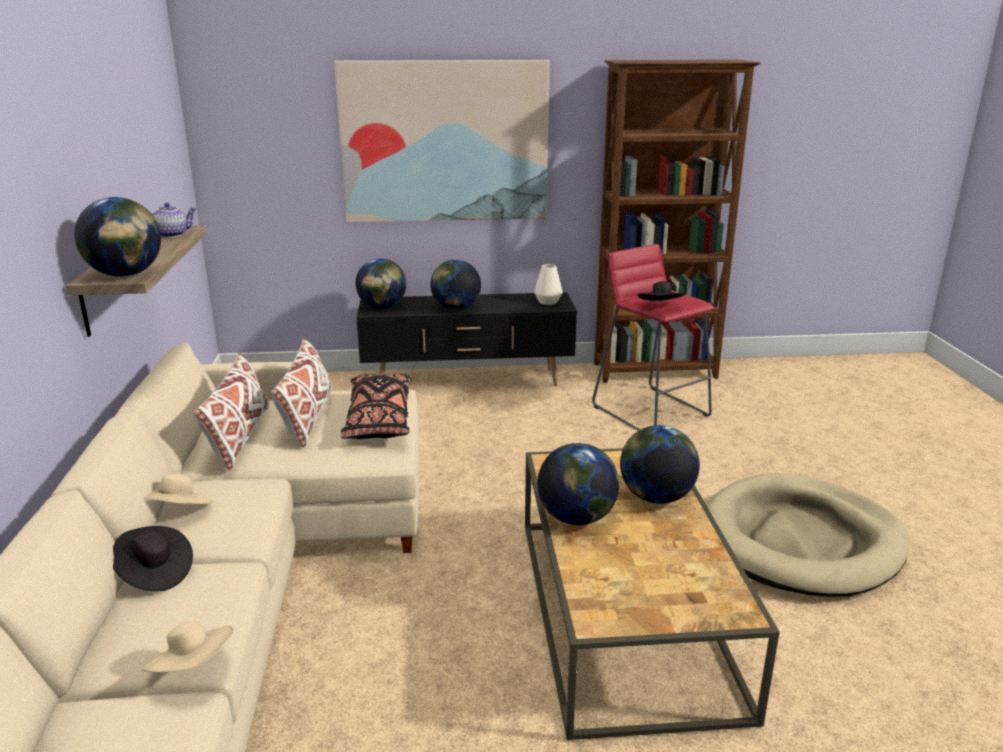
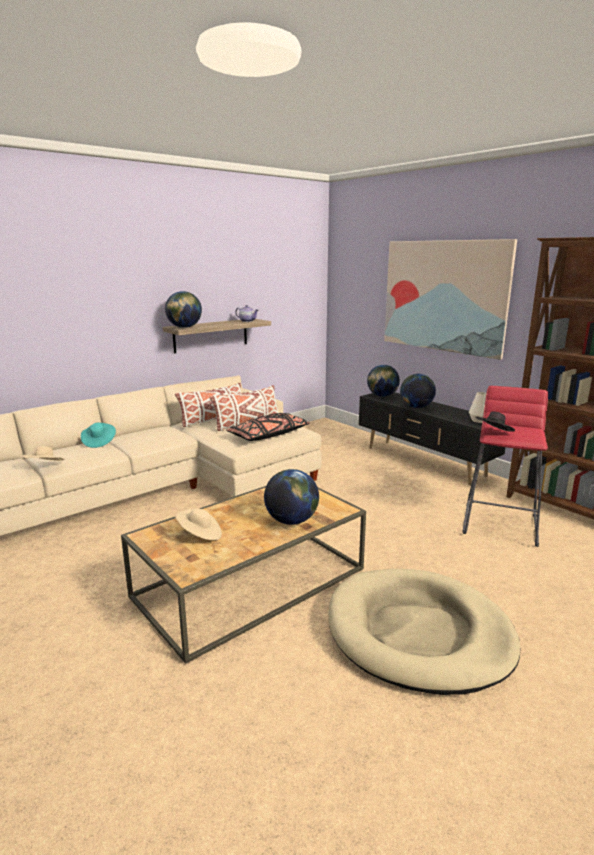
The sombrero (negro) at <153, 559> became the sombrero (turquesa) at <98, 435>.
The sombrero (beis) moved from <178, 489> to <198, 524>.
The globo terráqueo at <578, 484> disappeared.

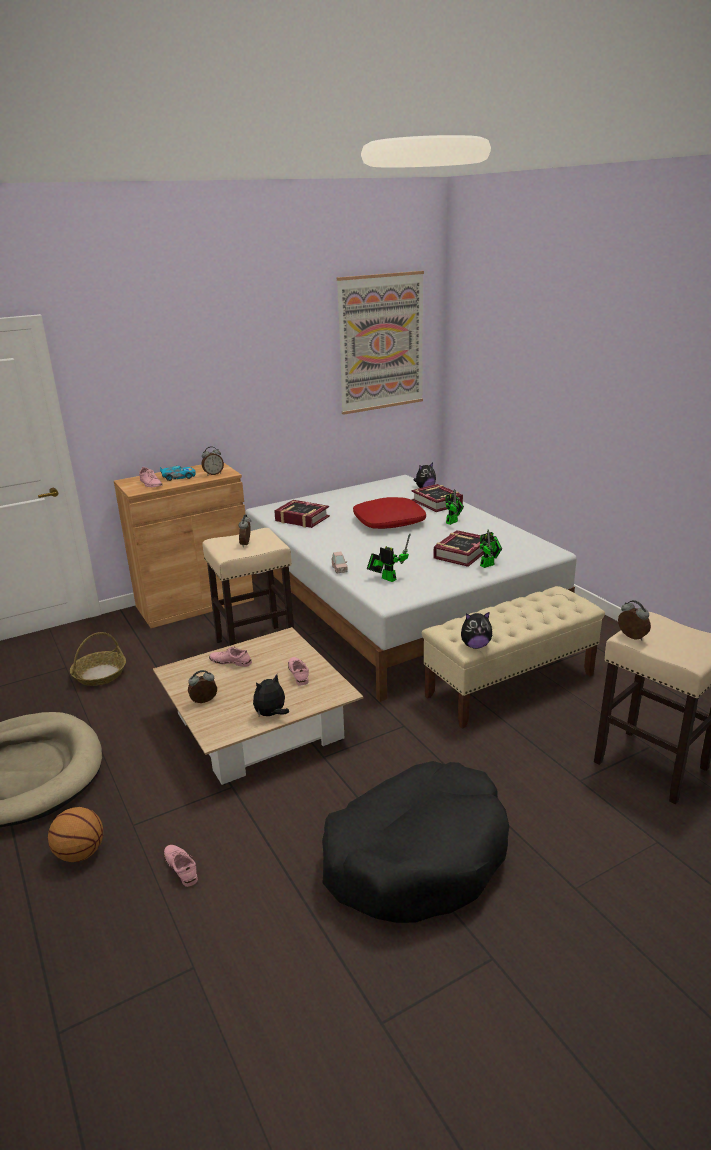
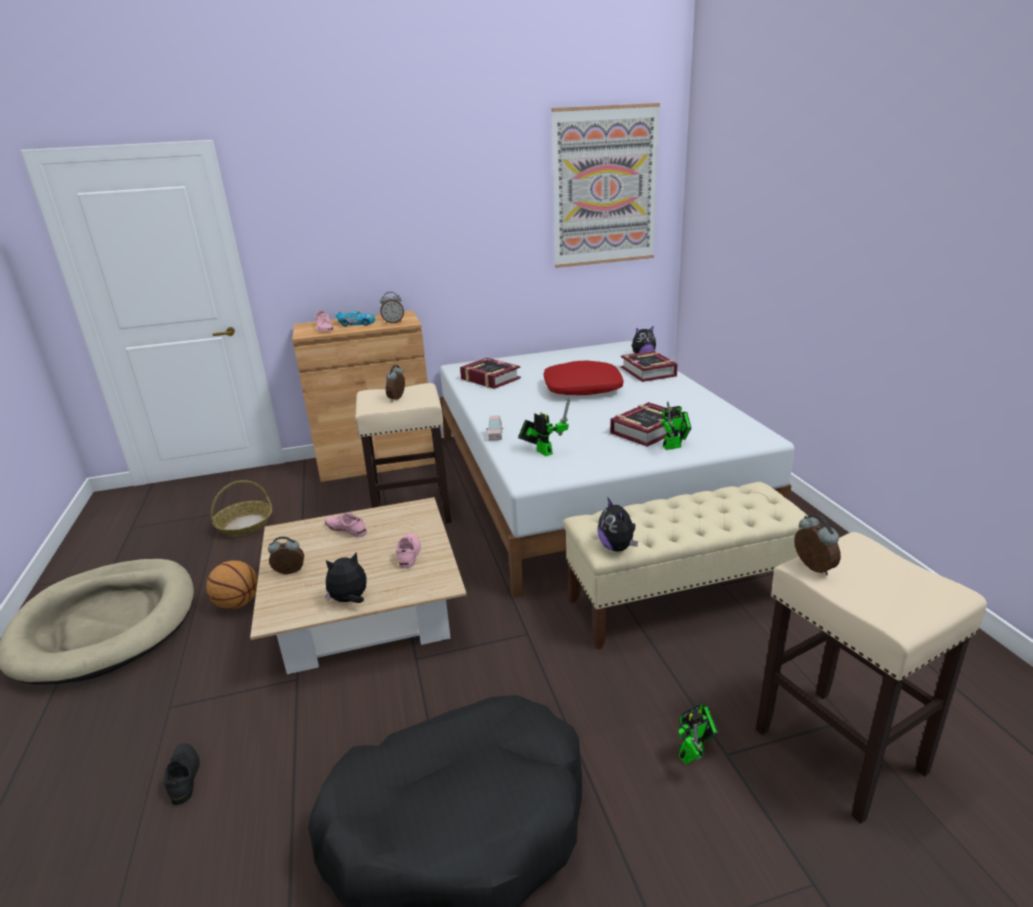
The balón de baloncesto moved from <75, 834> to <232, 584>.
The zapato (rosa) at <181, 866> became the zapato (negro) at <182, 774>.
The robot de juguete moved from <455, 507> to <699, 734>.
The peluche at <476, 630> turned 60 degrees clockwise.

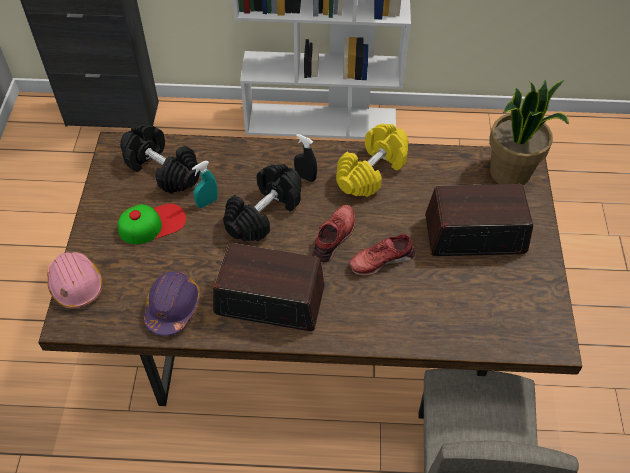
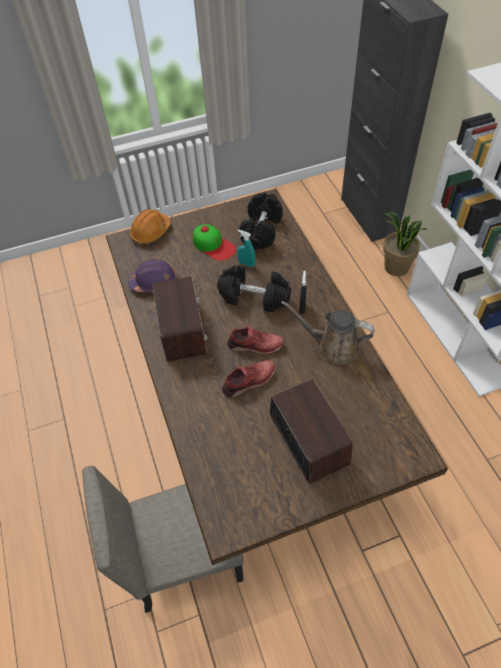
The casco (rosa) at <75, 280> became the casco (naranja) at <150, 226>.
The mancuerna (amarillo) at <372, 160> was replaced by the regadera (marrón) at <328, 332>.
The zapato (rojo) at <382, 255> turned 105 degrees clockwise.
The planta en maceta moved from <529, 132> to <406, 244>.

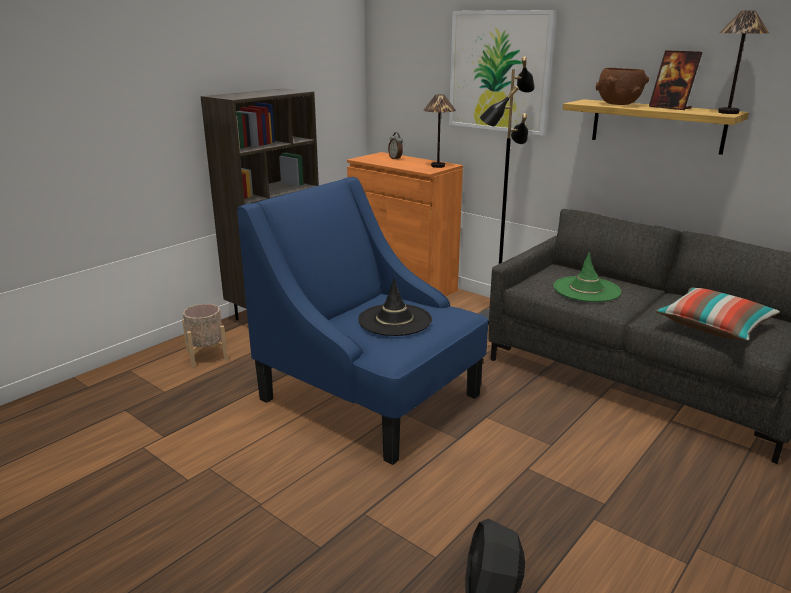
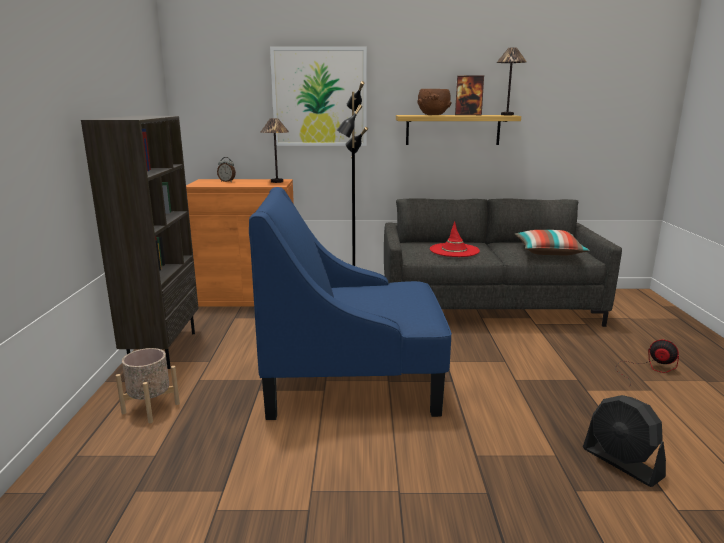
The sombrero (negro) at <395, 307> disappeared.
The sombrero (verde) at <587, 277> became the sombrero (rojo) at <455, 239>.
The ventilador at <647, 363> appeared.

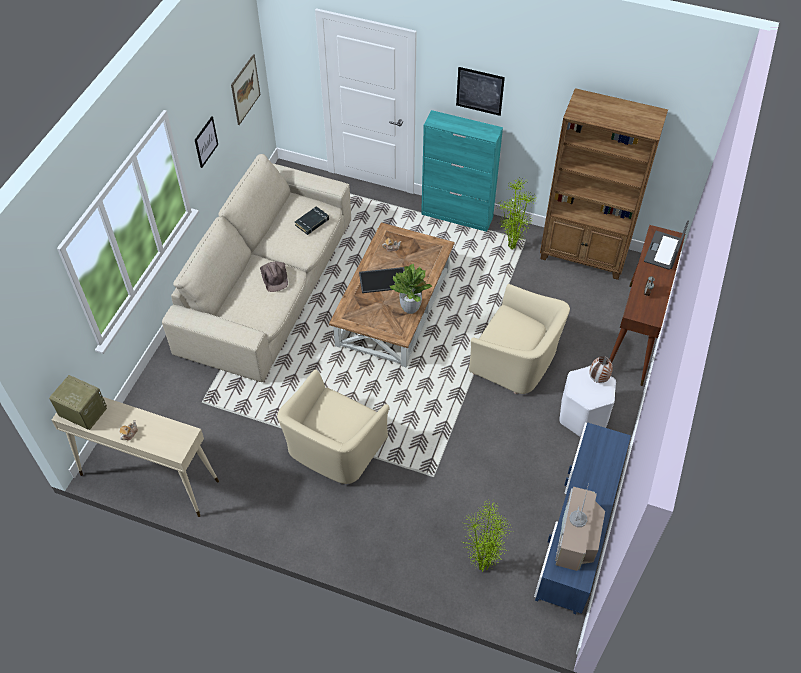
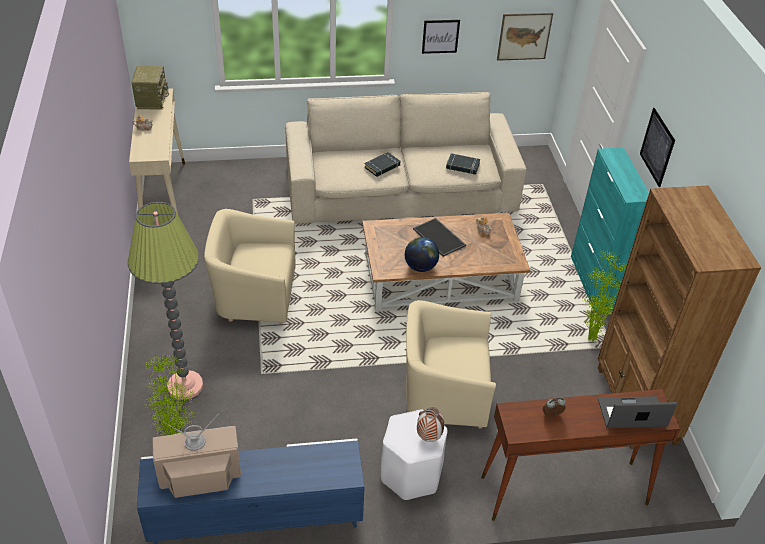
The sombrero (marrón) at <274, 277> was replaced by the libro (negro) at <382, 164>.
The planta en maceta at <411, 289> was replaced by the globo terráqueo at <422, 254>.
The sillón (beis) at <519, 339> turned 90 degrees clockwise.
The lámpara de pie at <165, 301> appeared.

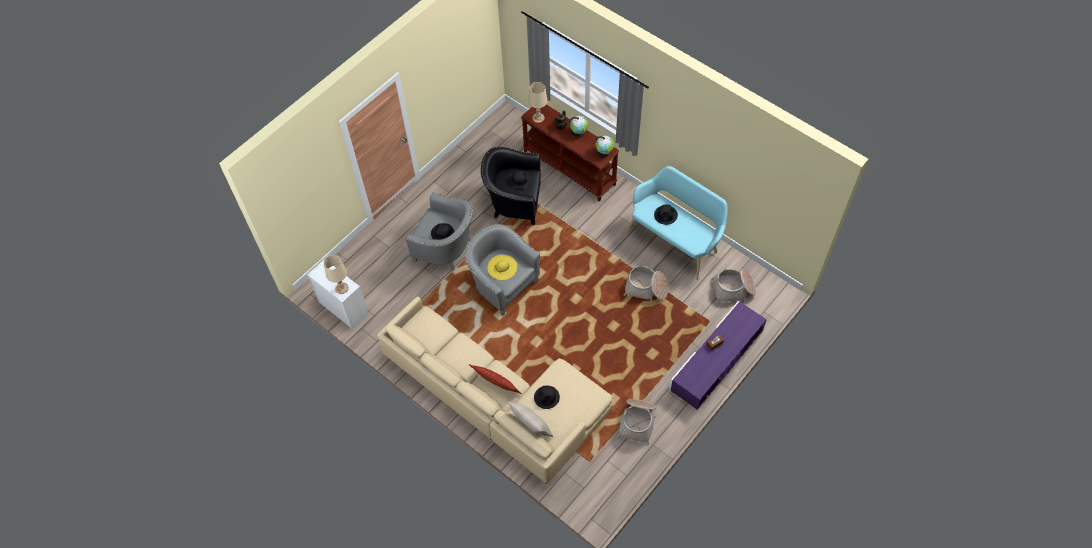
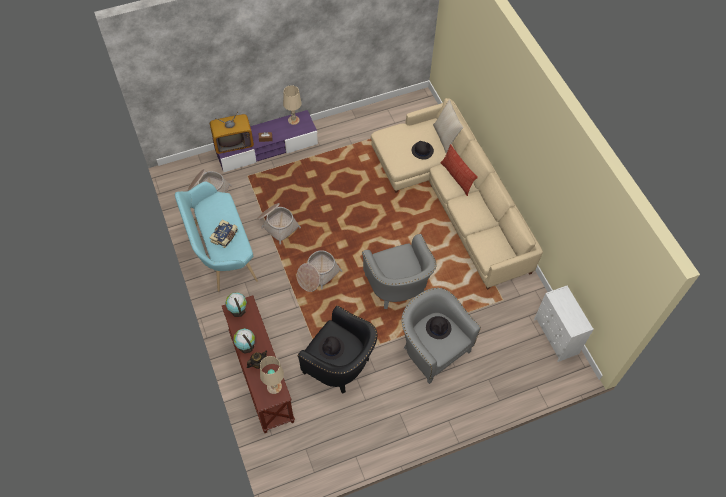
The lámpara de mesa (beis) moved from <336, 274> to <292, 105>.
The sombrero (amarillo) at <502, 267> disappeared.
The cesta moved from <636, 422> to <319, 271>.
The sombrero (negro) at <666, 214> was replaced by the libro at <224, 234>.
The televisor at <232, 133> appeared.

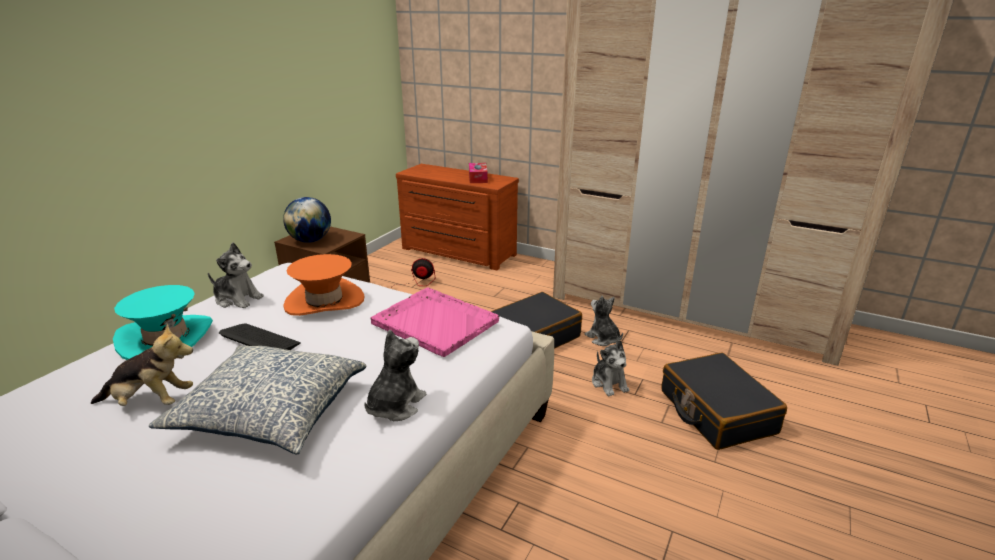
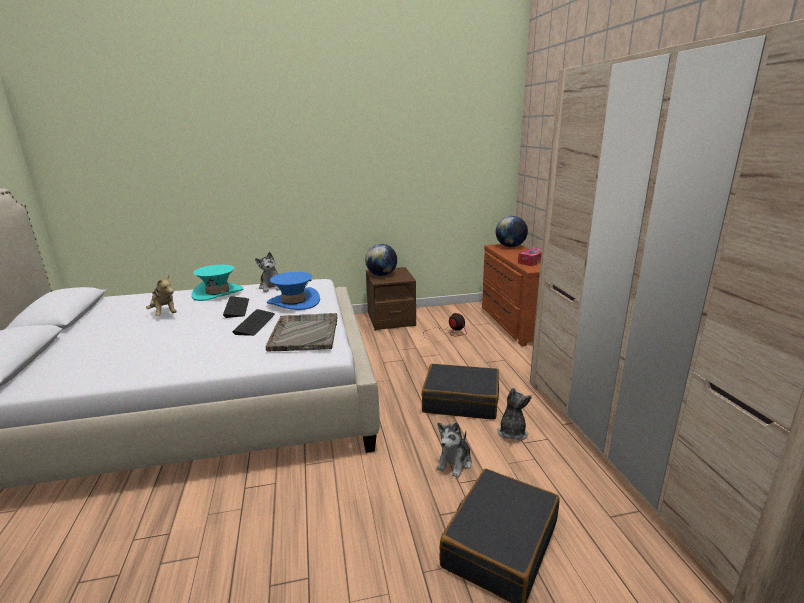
The cojín at <258, 400> disappeared.
The sombrero (naranja) at <324, 285> became the sombrero (azul) at <293, 291>.
The peluche at <395, 375> disappeared.
The bandeja (rosa) at <434, 322> became the bandeja (gris) at <301, 332>.
The teclado at <253, 322> appeared.
The globo terráqueo at <512, 231> appeared.

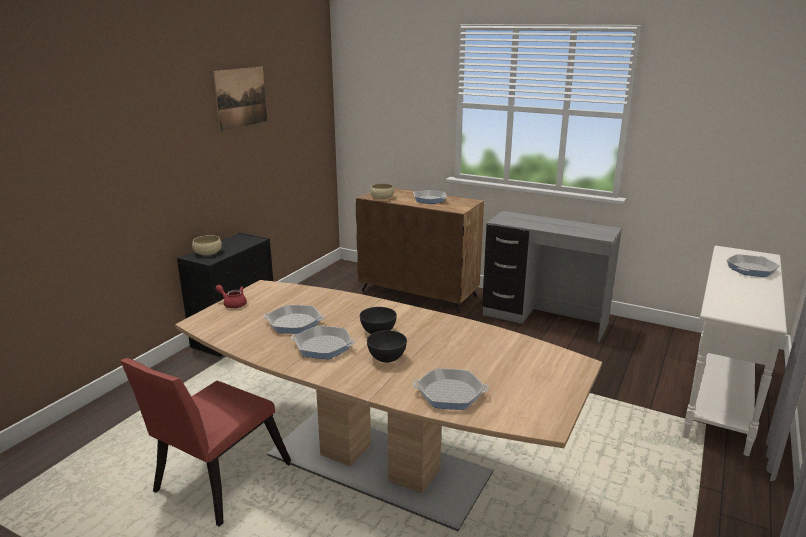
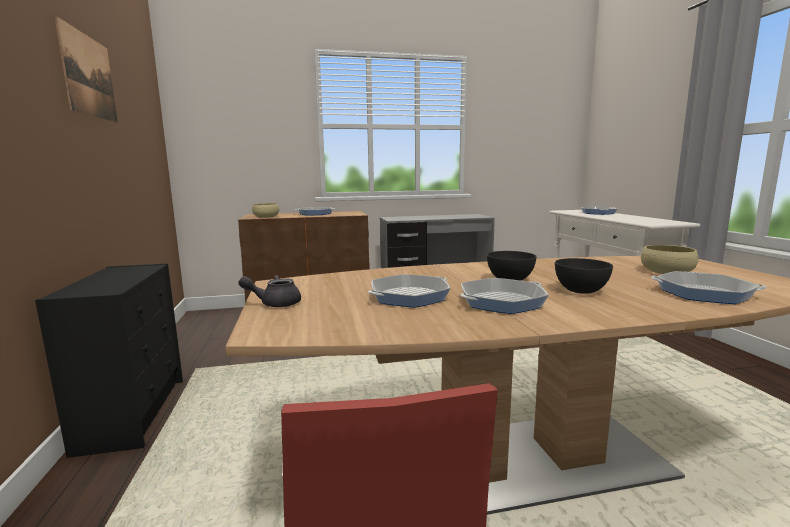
The cuenco (beis) moved from <207, 245> to <669, 259>.
The tetera (rojo) at <231, 296> became the tetera (gris) at <269, 291>.
The sartén at <451, 389> turned 60 degrees clockwise.

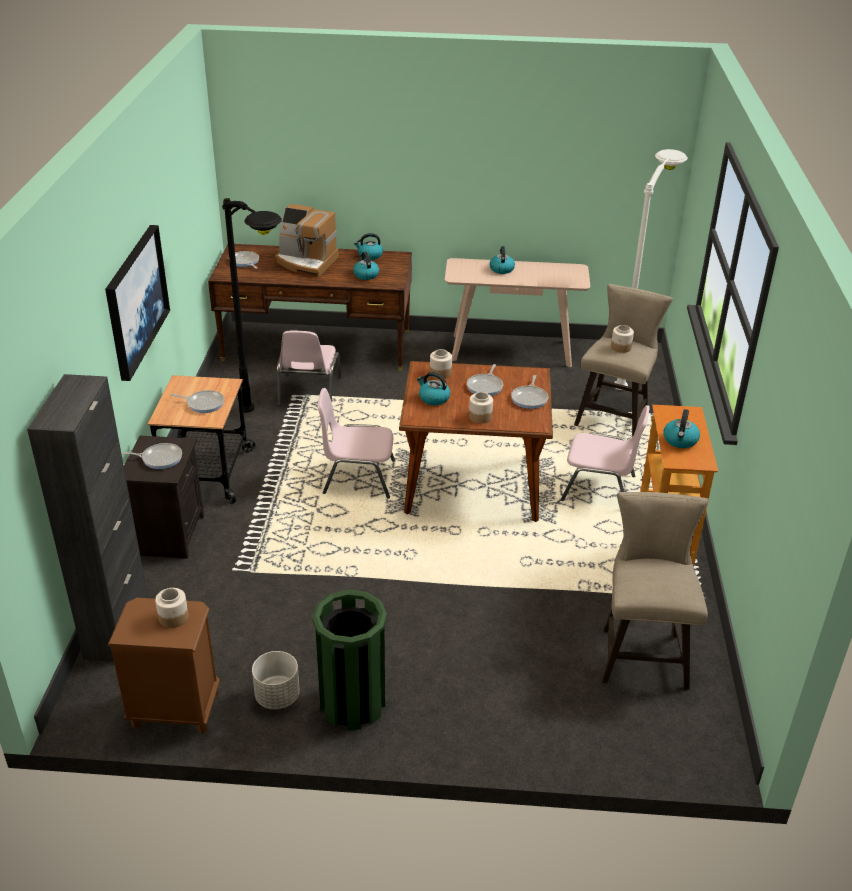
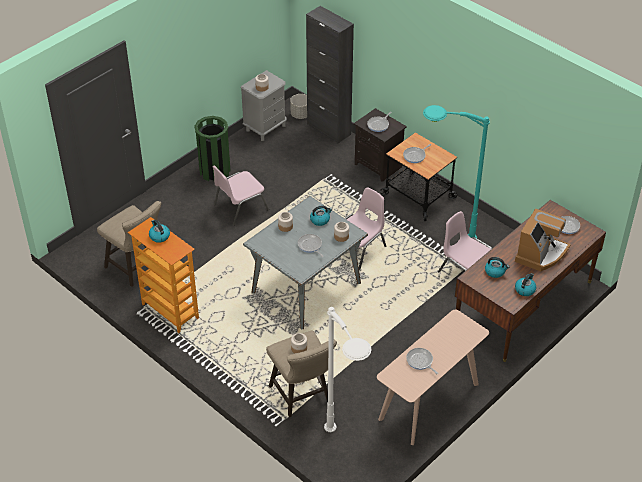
The cuadro at <137, 303> disappeared.
The mesita de noche (marrón) at <164, 666> became the mesita de noche (gris) at <263, 105>.
The lámpara de pie (negro) at <252, 305> became the lámpara de pie (turquesa) at <456, 171>.
The maceta (gris) moved from <276, 680> to <298, 106>.
The cafetera at <307, 240> turned 150 degrees clockwise.
The mesa de comedor (marrón) at <476, 441> became the mesa de comedor (gris) at <305, 262>.
The hervidor at <502, 260> disappeared.
The sartén moved from <530, 392> to <422, 361>.
The silla (rosa) moved from <605, 453> to <241, 195>.

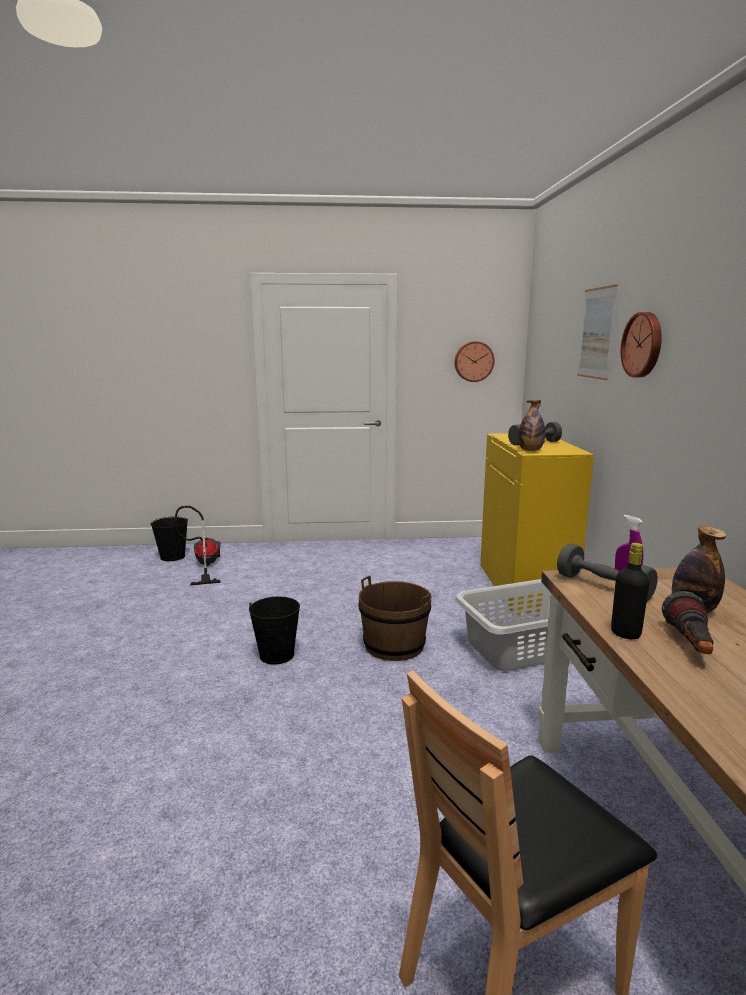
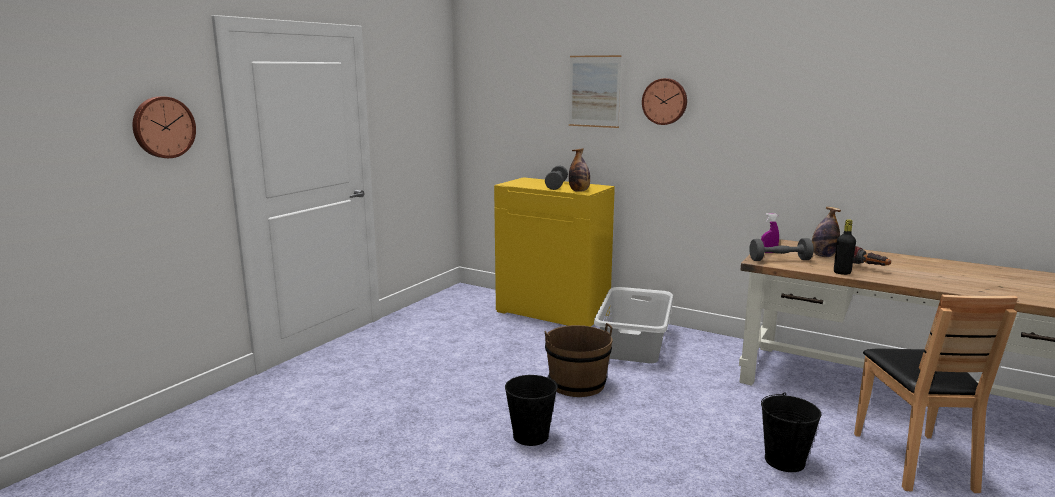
The cubo (negro) moved from <169, 538> to <791, 432>.
The aspiradora at <197, 545> disappeared.
The reloj de pared moved from <474, 361> to <164, 127>.

